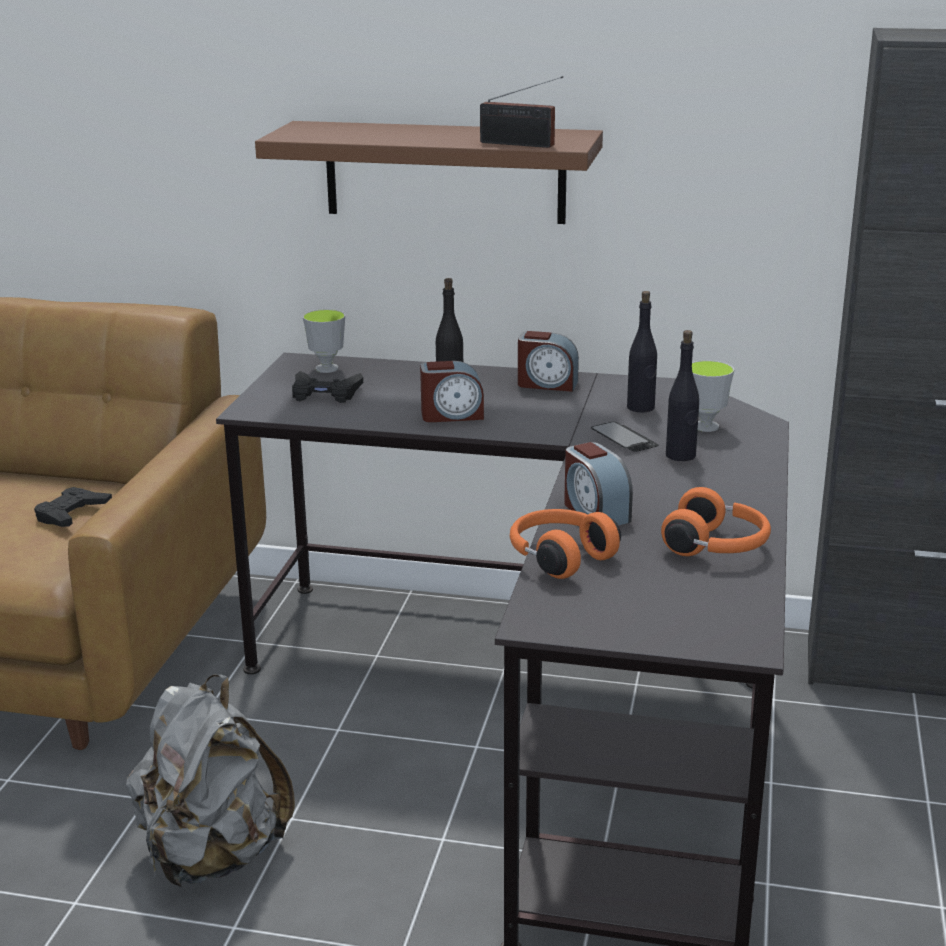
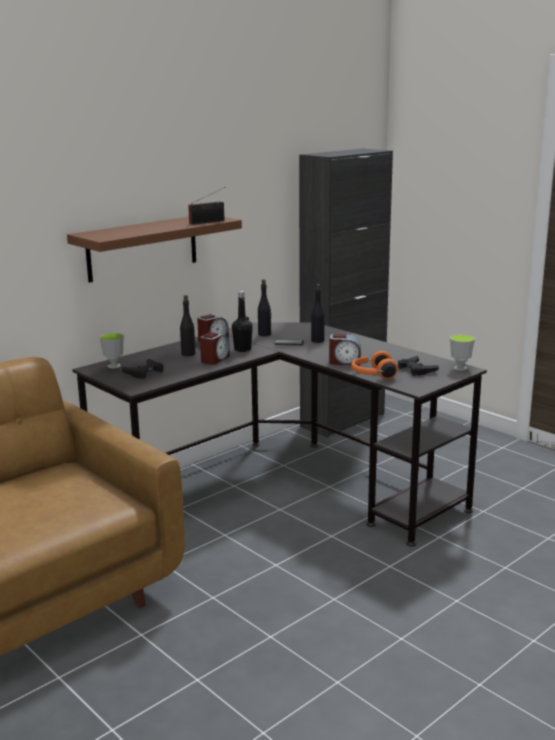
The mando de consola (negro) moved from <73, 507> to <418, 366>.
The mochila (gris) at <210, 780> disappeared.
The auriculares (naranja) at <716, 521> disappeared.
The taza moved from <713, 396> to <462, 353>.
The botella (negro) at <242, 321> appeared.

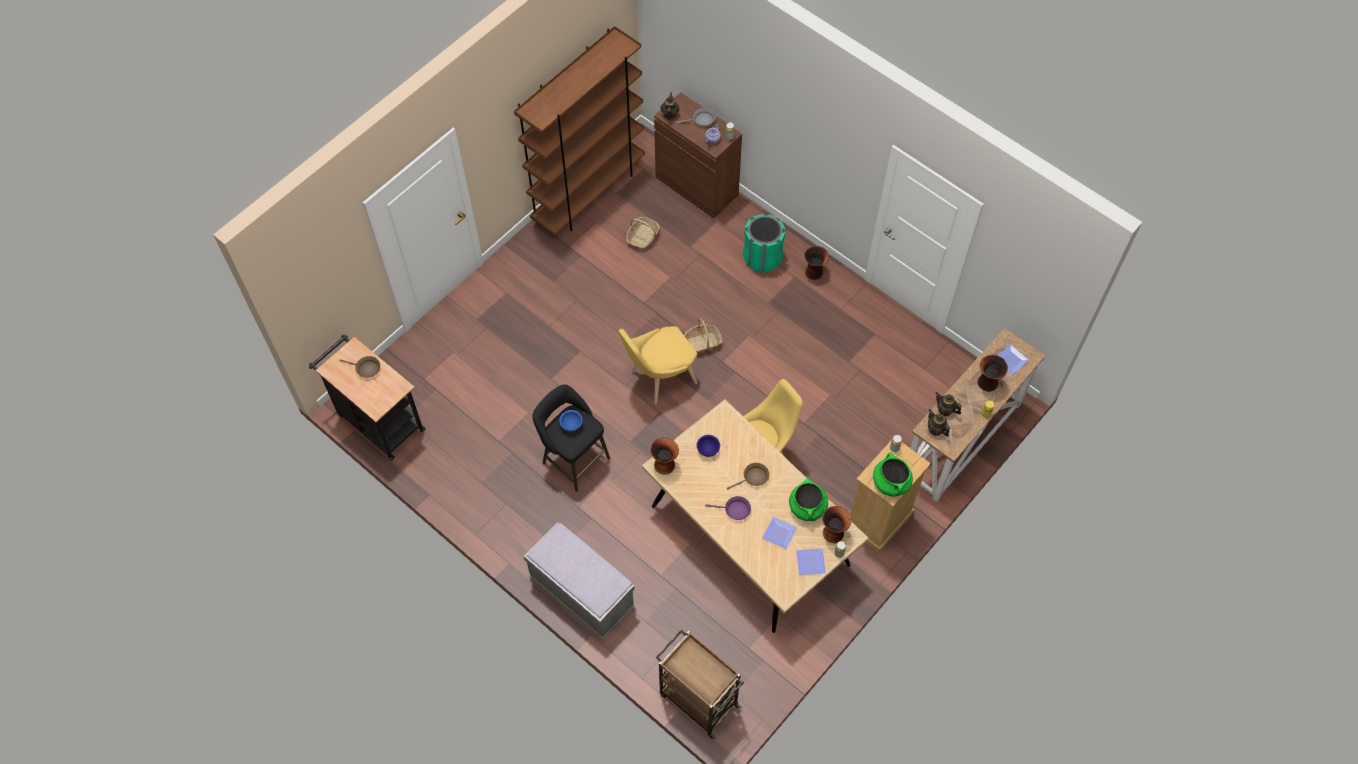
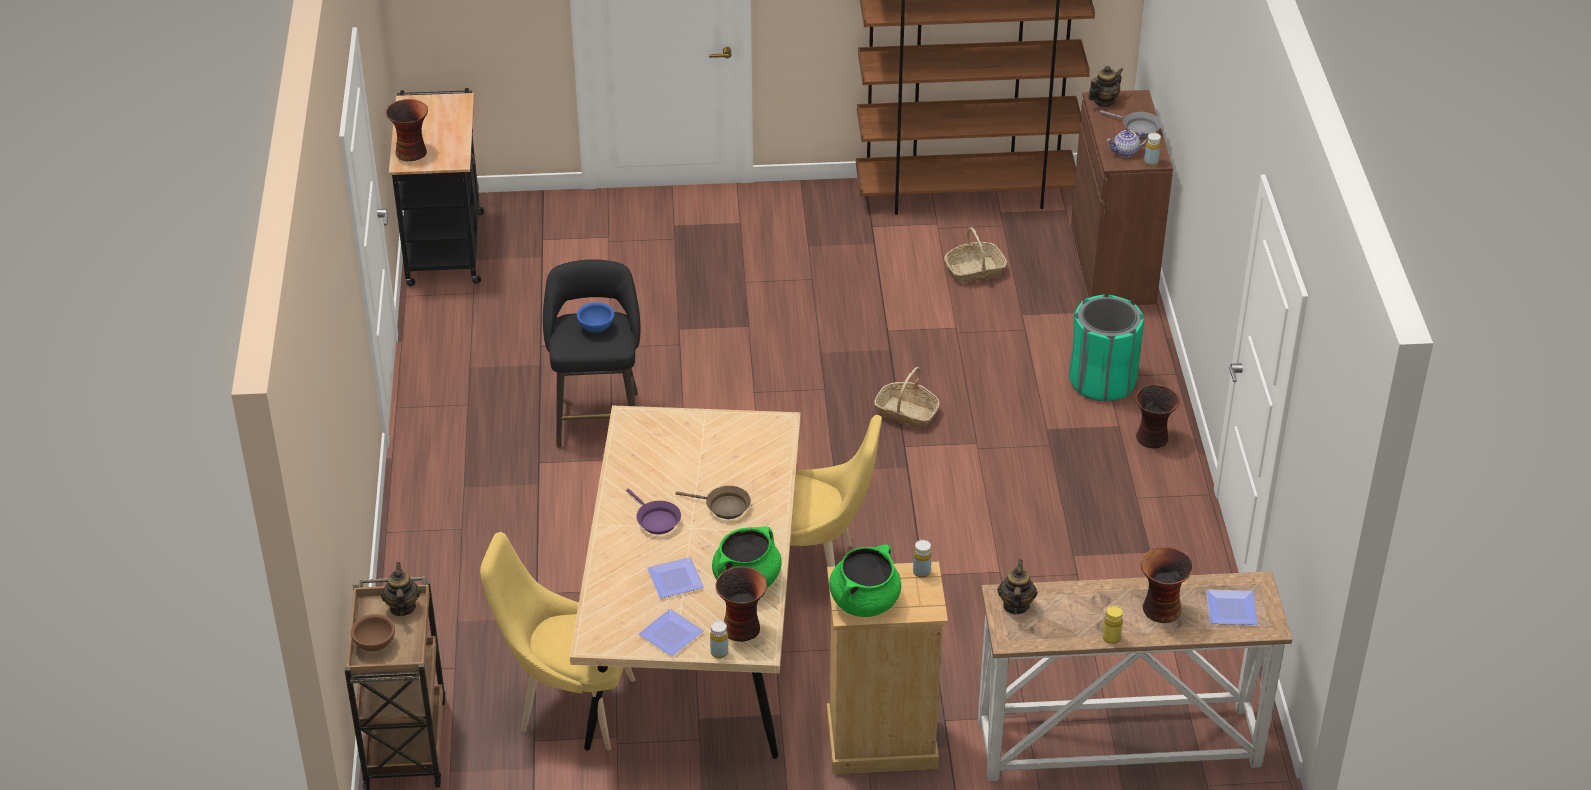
The sartén (marrón) at <359, 367> disappeared.
The banco (gris) at <580, 581> disappeared.
The silla (amarillo) moved from <658, 365> to <557, 641>.
The florero moved from <664, 456> to <407, 130>.
The cuenco (azul) at <708, 446> disappeared.
The tetera moved from <948, 404> to <401, 589>.
The cuenco (marrón) at <373, 632> appeared.

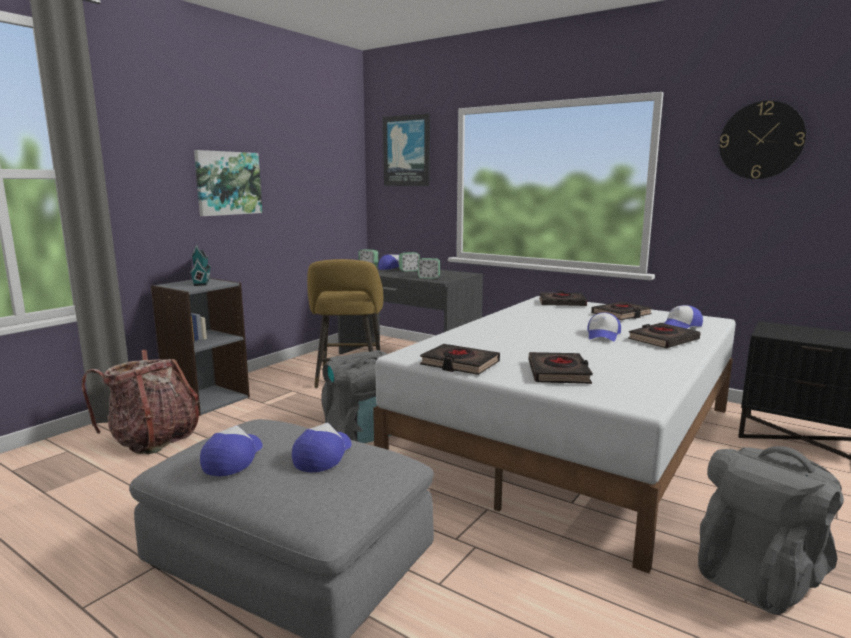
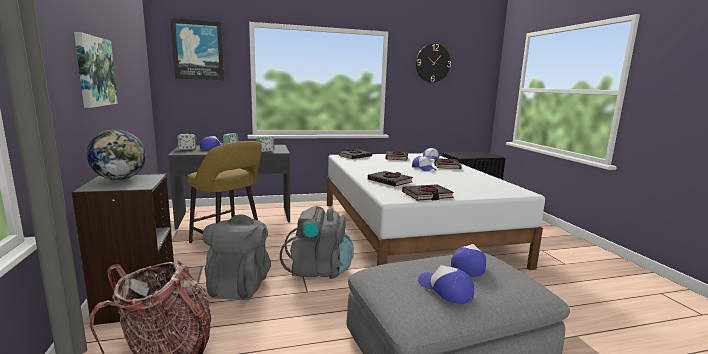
The casita at <201, 265> was replaced by the globo terráqueo at <116, 154>.
The gorra at <322, 448> turned 60 degrees clockwise.
The libro (negro) moved from <561, 368> to <390, 179>.
The mochila (gris) moved from <771, 530> to <237, 257>.

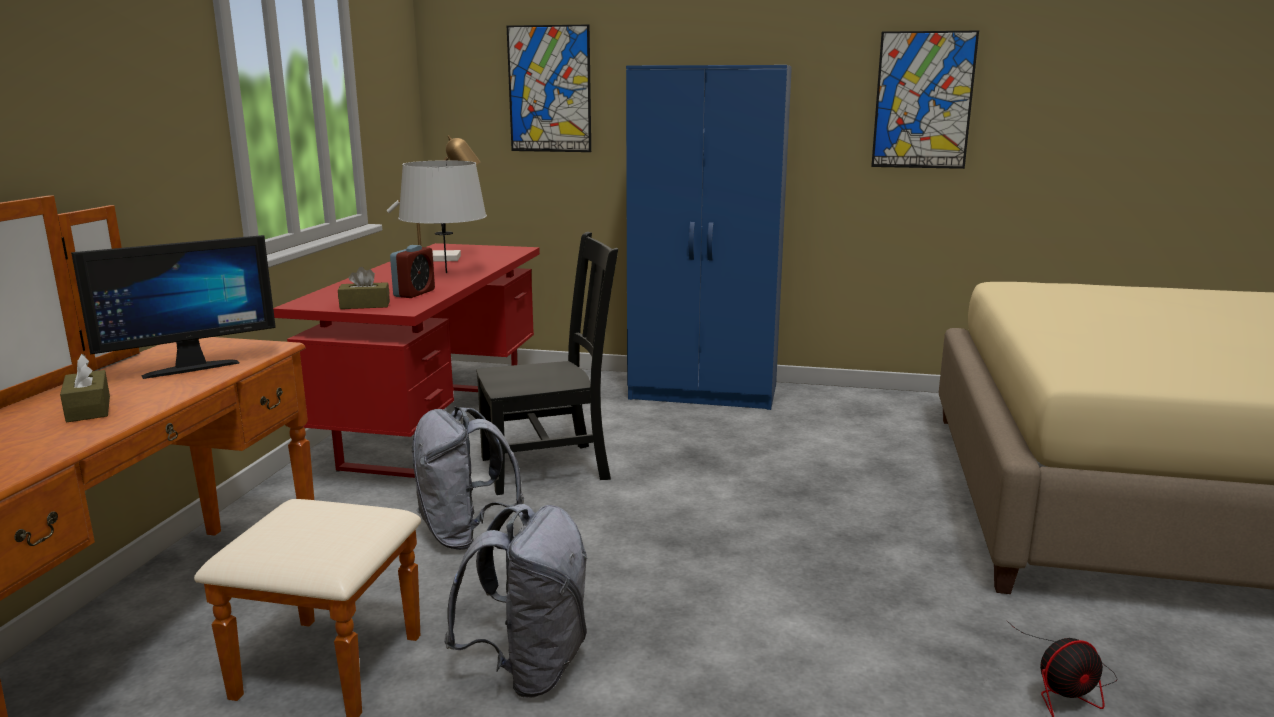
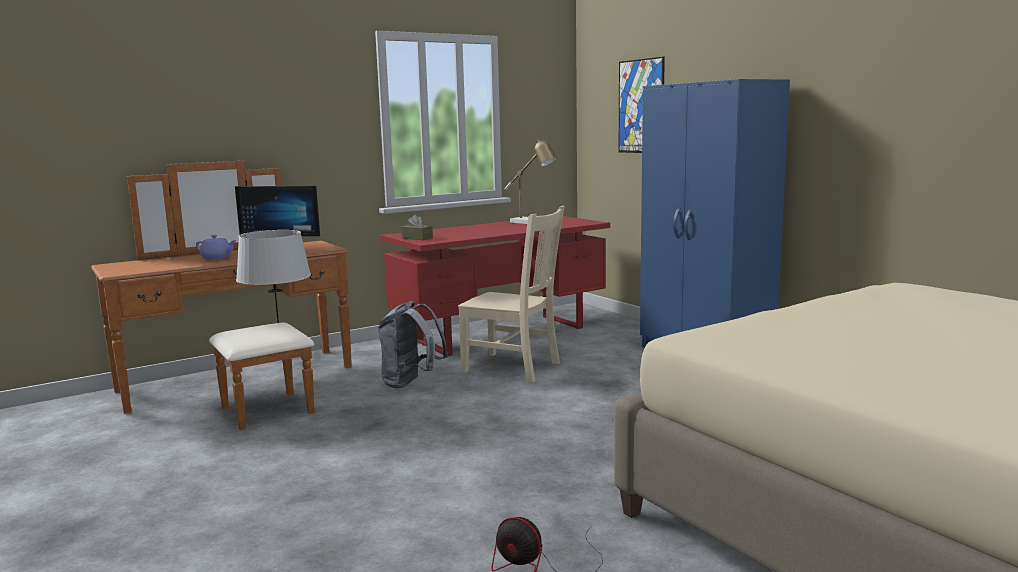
The caja de pañuelos (marrón) at <85, 388> was replaced by the tetera (morado) at <216, 247>.
The despertador at <412, 271> disappeared.
The lámpara de mesa (gris) moved from <442, 216> to <273, 276>.
The mochila (gris) at <516, 601> disappeared.
The silla (negro) at <547, 363> became the silla (beis) at <511, 294>.
The cuadro at <925, 100> disappeared.

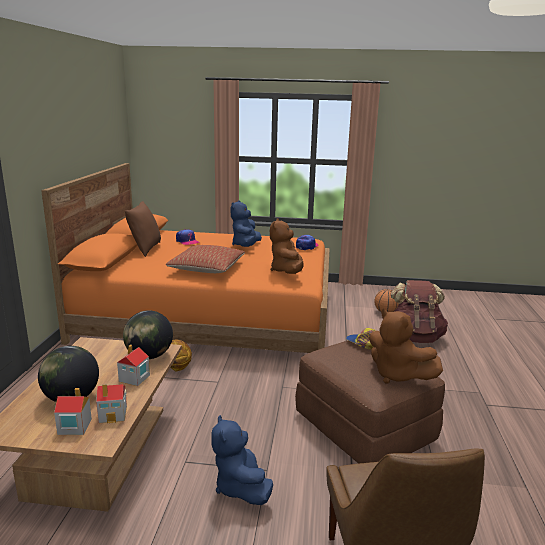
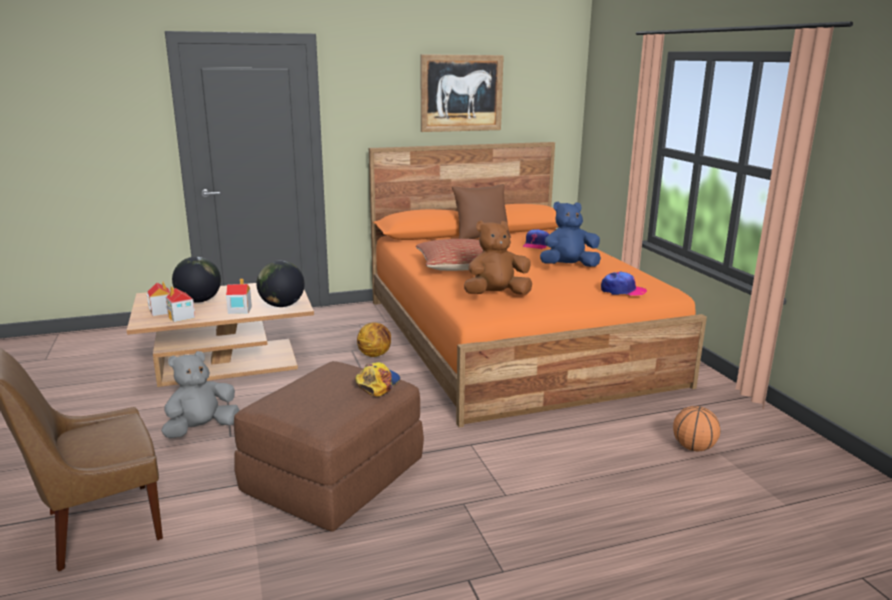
The peluche (azul) at <242, 460> became the peluche (gris) at <200, 395>.
The peluche (marrón) at <406, 346> disappeared.
The mochila (marrón) at <419, 311> disappeared.
The cuadro at <462, 93> appeared.

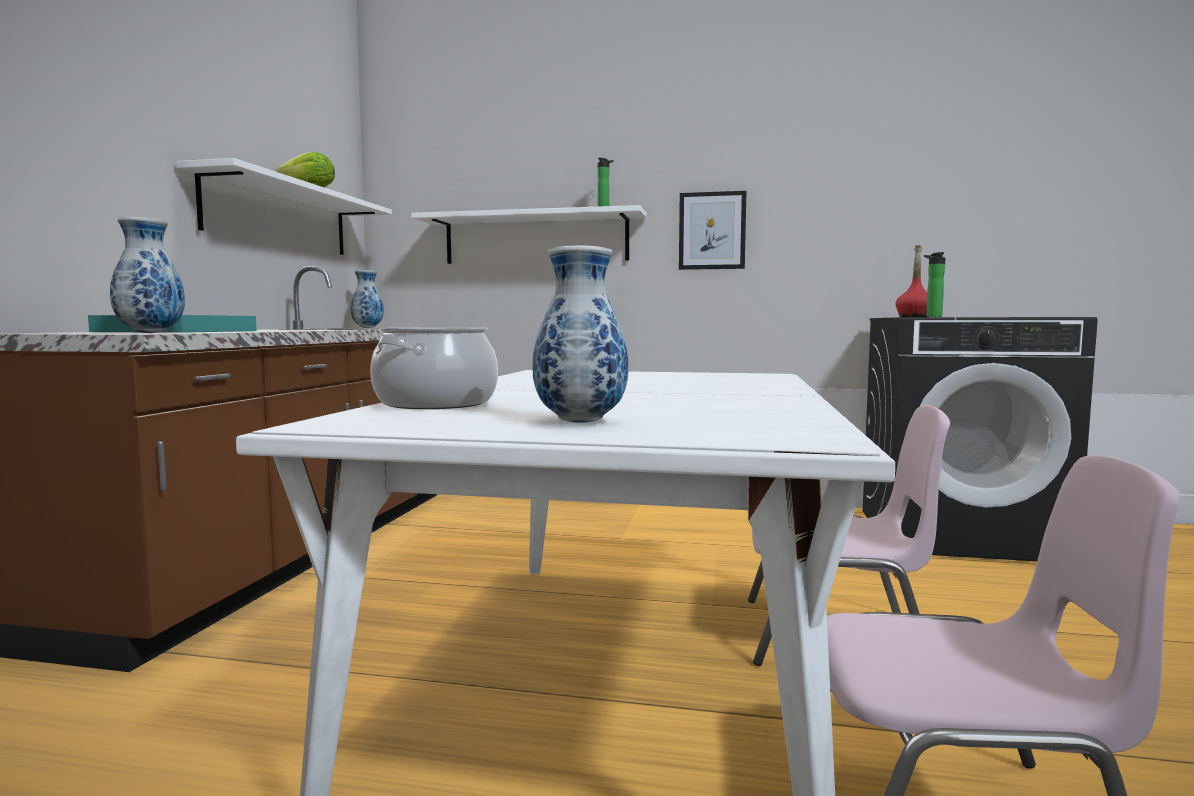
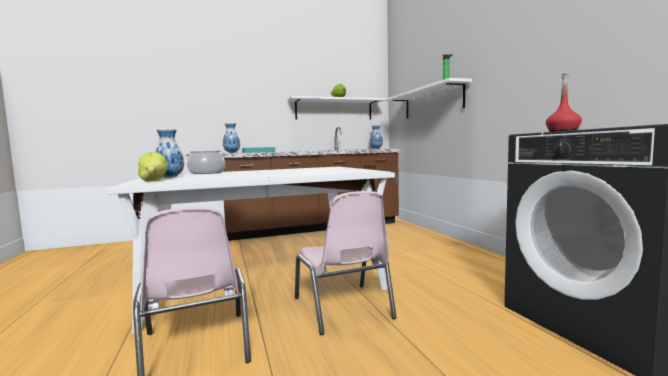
The cuadro at <712, 230> disappeared.
The botella at <934, 284> disappeared.
The lechuga at <153, 167> appeared.

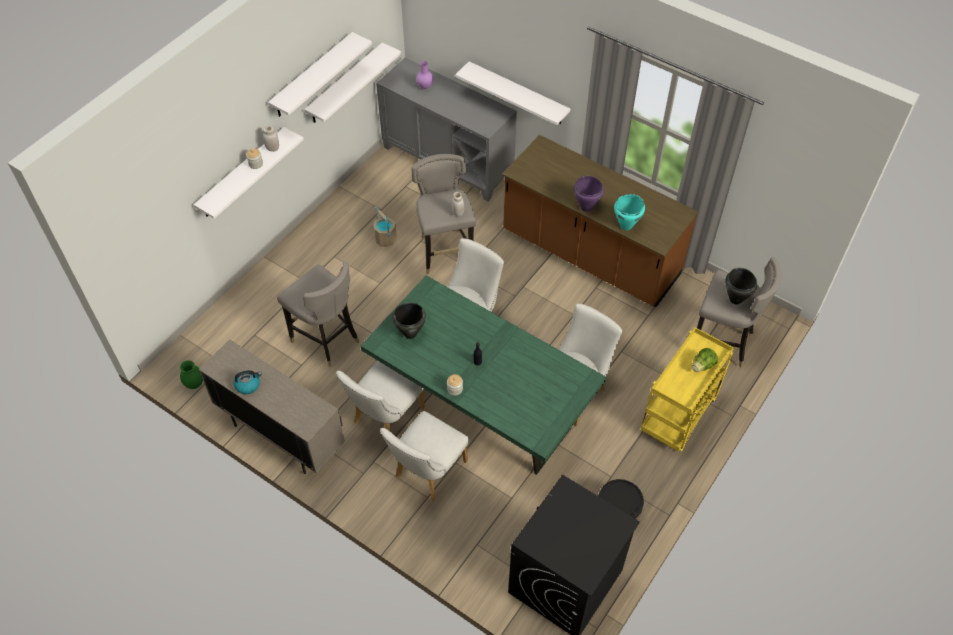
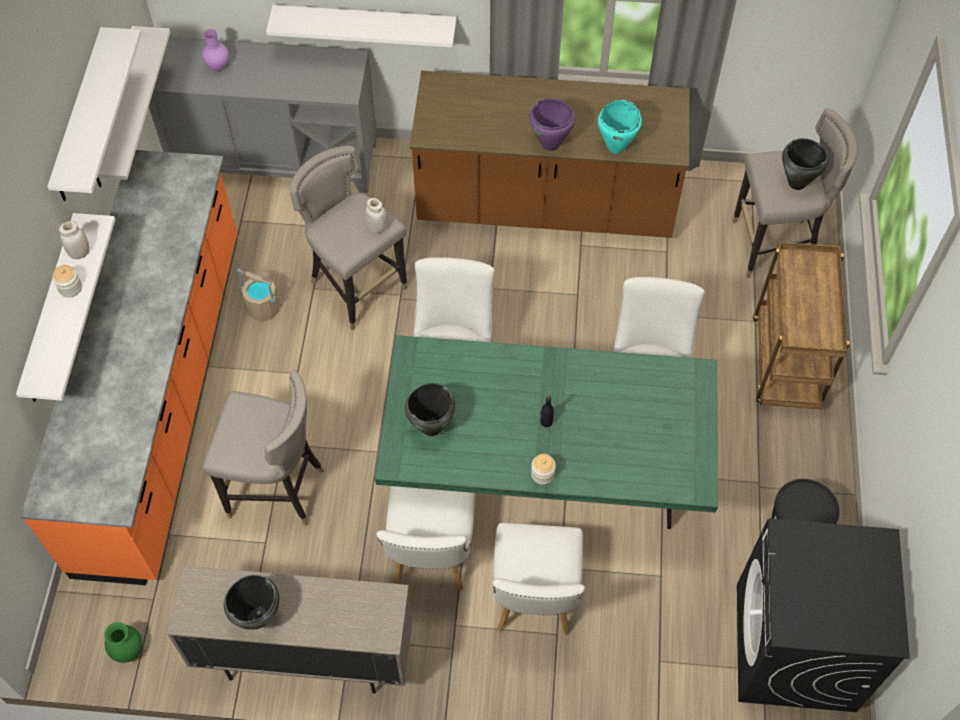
The hervidor at <248, 382> was replaced by the olla (negro) at <251, 602>.
The carrito (amarillo) at <687, 389> became the carrito (marrón) at <801, 325>.
The lechuga at <705, 360> disappeared.
The mueble bajo de cocina (naranja) at <129, 367> appeared.

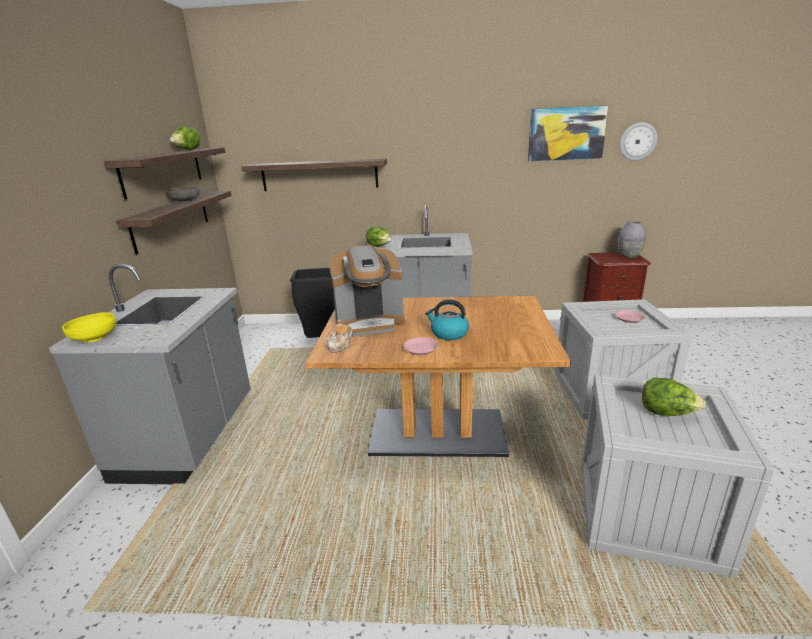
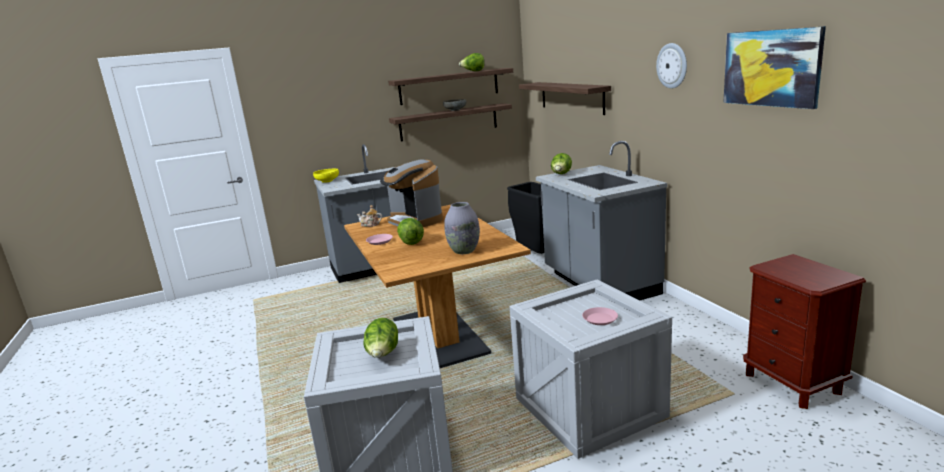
The hervidor at <447, 320> was replaced by the lechuga at <410, 231>.
The florero (gris) moved from <632, 239> to <462, 228>.
The reloj de pared moved from <638, 141> to <671, 66>.

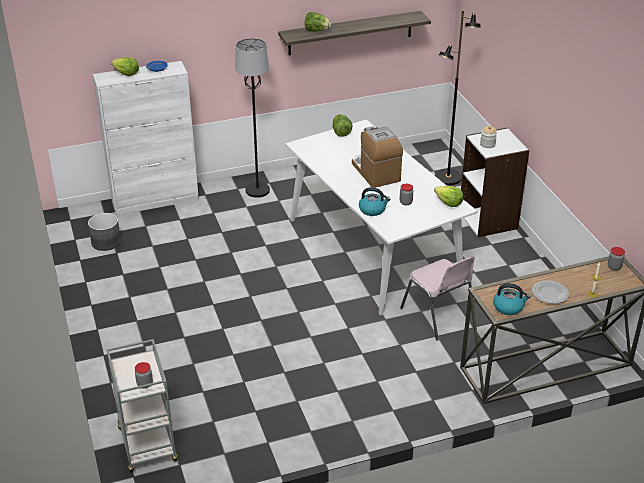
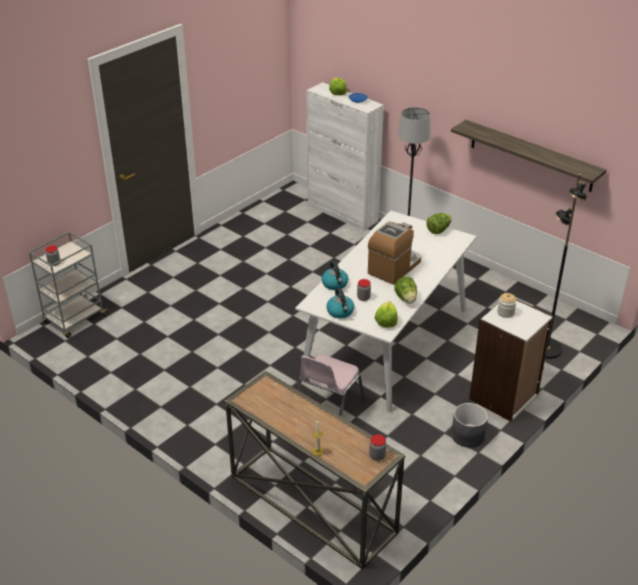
The maceta (gris) moved from <104, 232> to <469, 425>.
The lechuga moved from <317, 22> to <406, 290>.
The hervidor moved from <512, 299> to <340, 303>.
The plato at <550, 292> disappeared.

